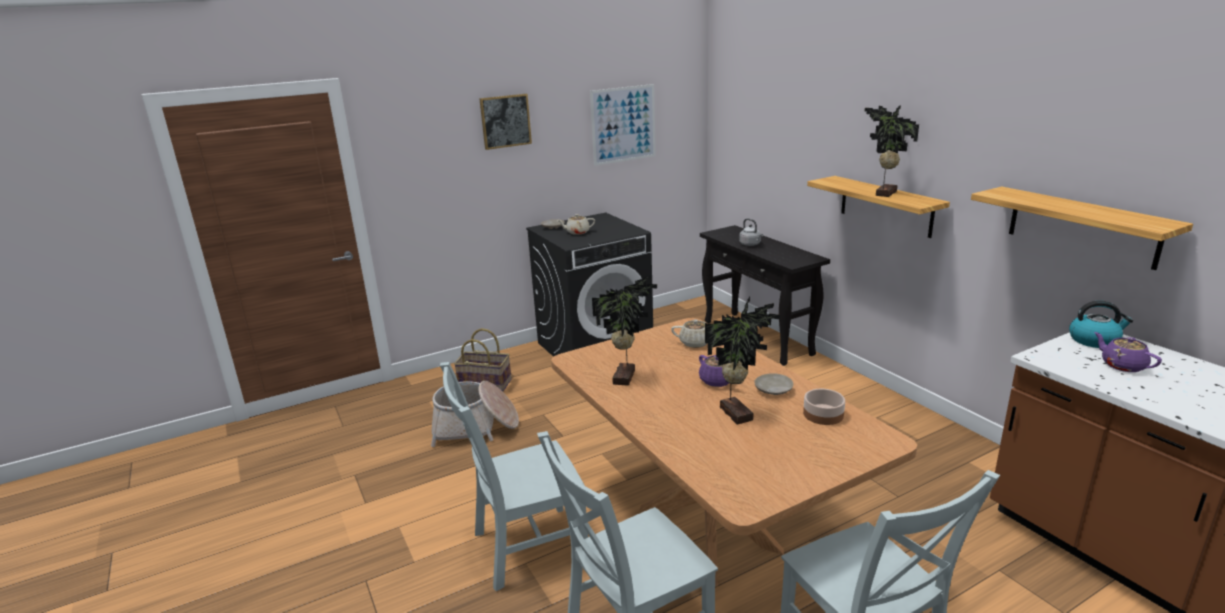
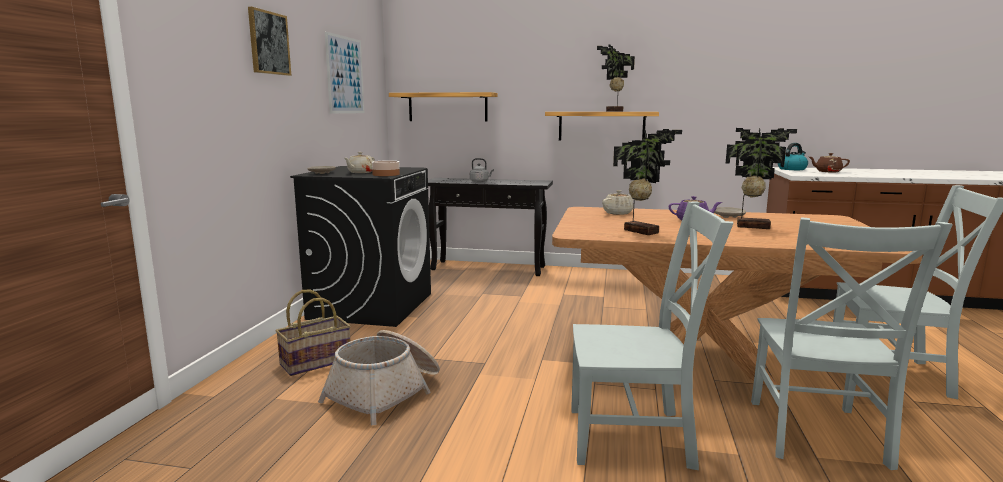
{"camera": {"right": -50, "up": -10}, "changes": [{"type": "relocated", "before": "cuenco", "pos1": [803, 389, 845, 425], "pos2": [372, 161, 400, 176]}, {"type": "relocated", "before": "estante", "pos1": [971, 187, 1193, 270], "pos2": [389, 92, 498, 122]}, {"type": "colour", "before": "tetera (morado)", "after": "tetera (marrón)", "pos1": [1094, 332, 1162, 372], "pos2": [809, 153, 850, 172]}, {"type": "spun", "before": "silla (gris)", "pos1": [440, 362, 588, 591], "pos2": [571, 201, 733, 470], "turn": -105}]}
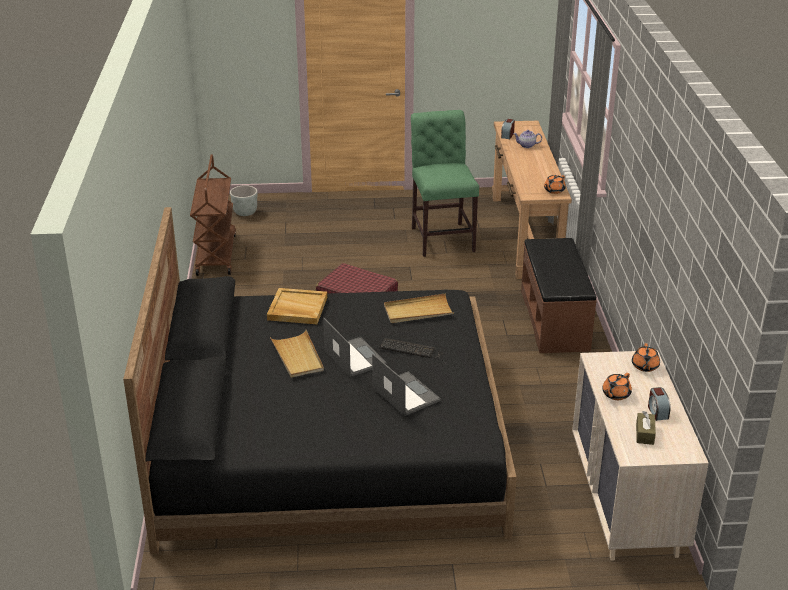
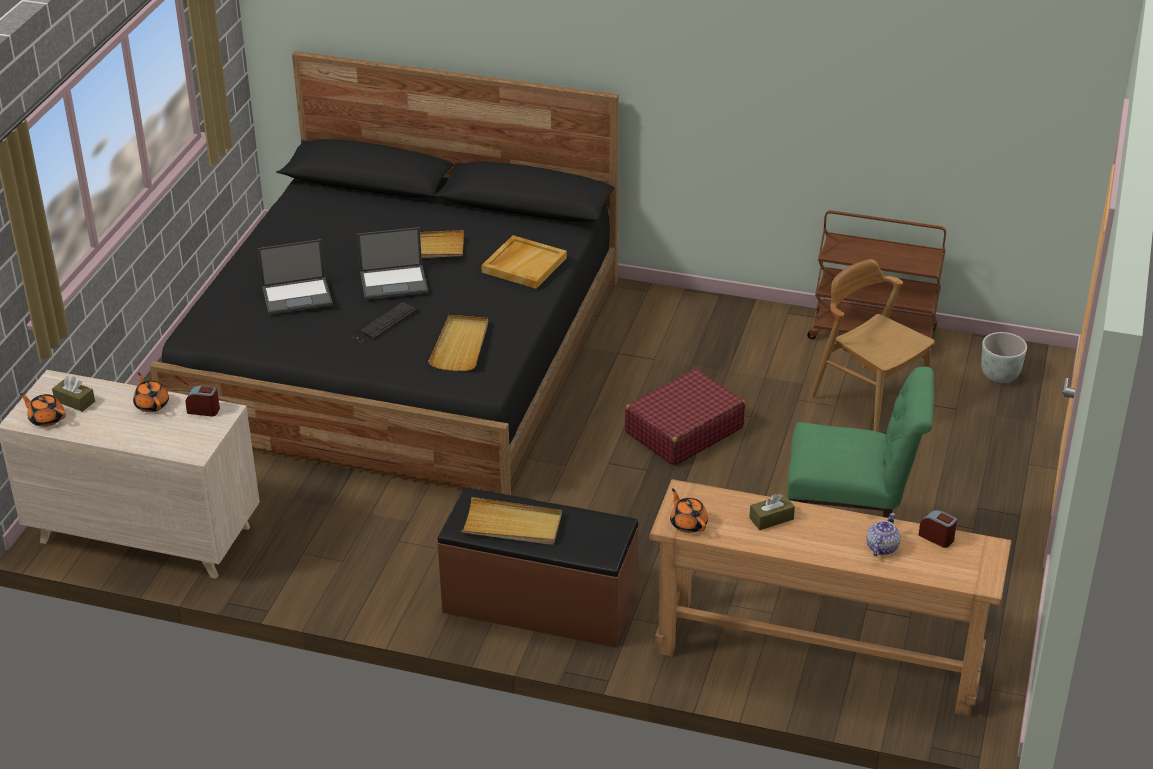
{"camera": {"right": 110, "up": 5}, "changes": [{"type": "appeared", "after": "bandeja (beis)", "pos2": [461, 497, 562, 545]}, {"type": "appeared", "after": "caja de pañuelos (marrón)", "pos2": [749, 493, 795, 530]}, {"type": "appeared", "after": "silla (marrón)", "pos2": [811, 259, 935, 432]}, {"type": "relocated", "before": "tetera (naranja)", "pos1": [632, 343, 660, 372], "pos2": [20, 393, 66, 427]}, {"type": "relocated", "before": "despertador", "pos1": [648, 387, 671, 421], "pos2": [186, 385, 220, 416]}]}
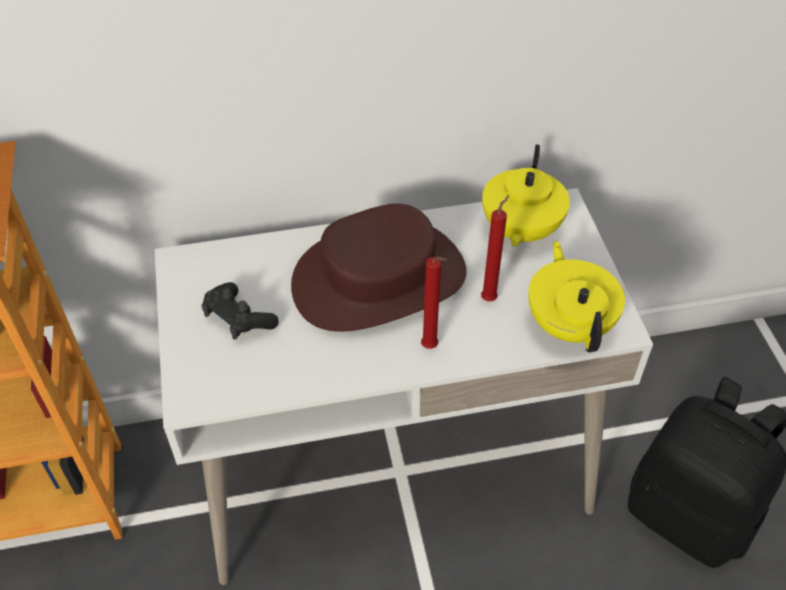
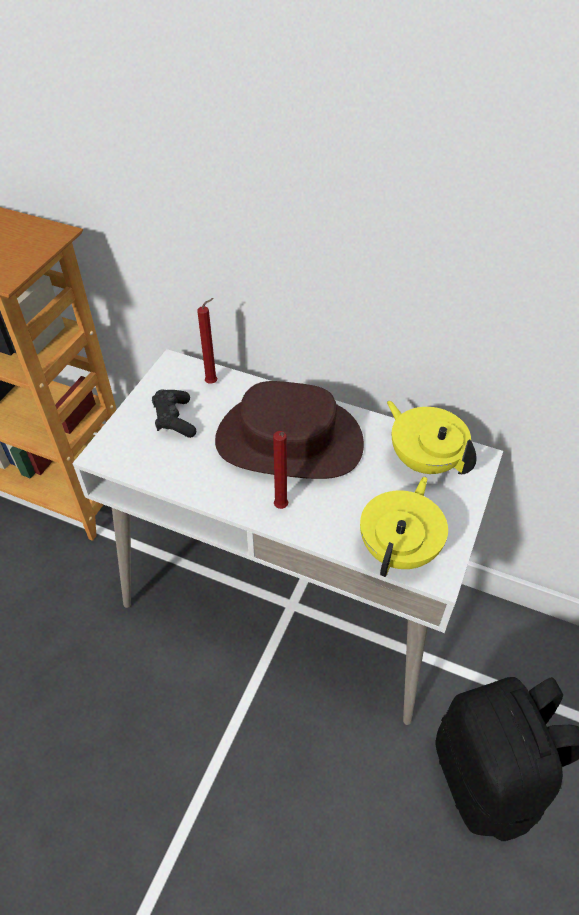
{"camera": {"right": 35, "up": 0}, "changes": [{"type": "relocated", "before": "vela (rojo)", "pos1": [481, 195, 509, 301], "pos2": [197, 298, 217, 383]}, {"type": "spun", "before": "tetera (amarillo)", "pos1": [482, 144, 570, 246], "pos2": [387, 401, 476, 474], "turn": 90}]}
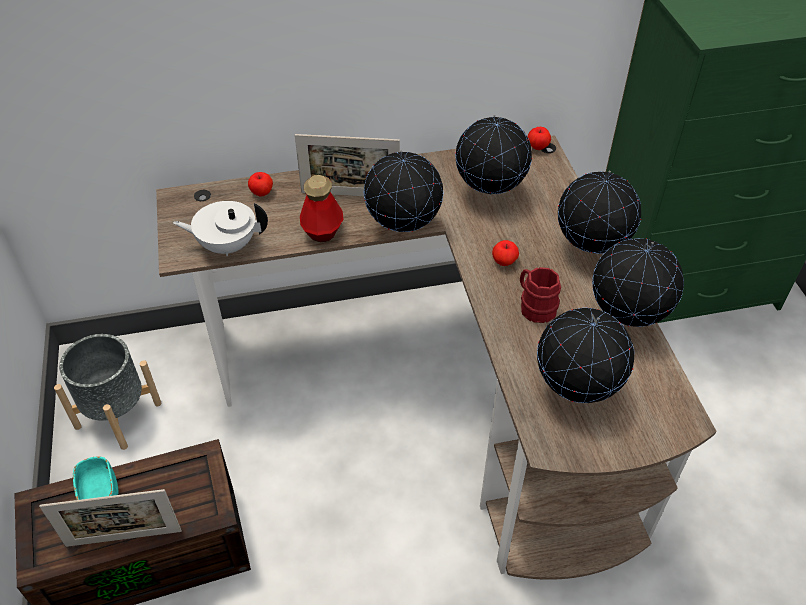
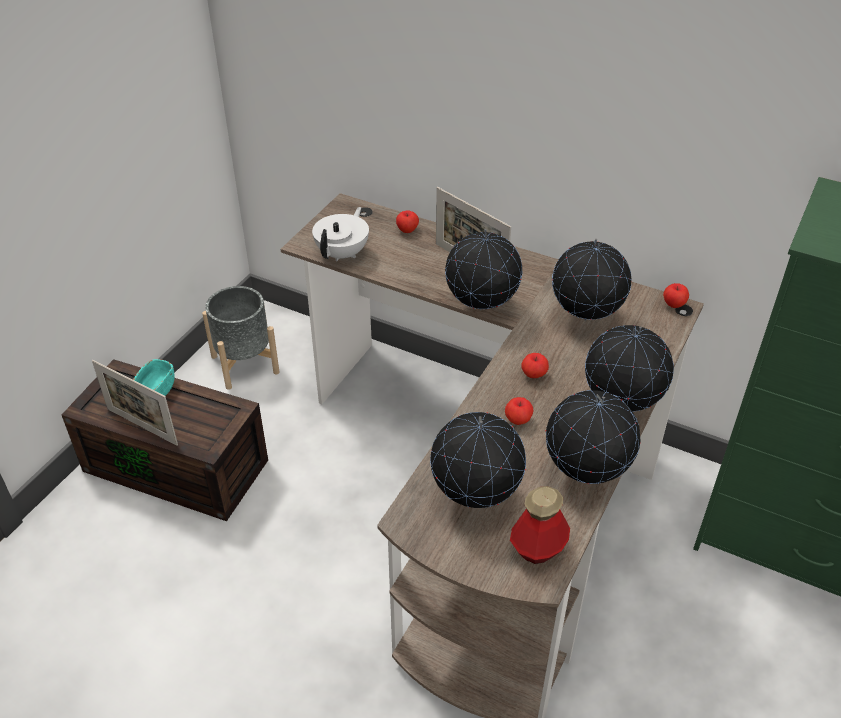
{"camera": {"right": 40, "up": -5}, "changes": [{"type": "relocated", "before": "botella", "pos1": [300, 175, 344, 242], "pos2": [510, 486, 570, 564]}, {"type": "exchanged", "before": "taza grande (rojo)", "after": "manzana", "pos1": [520, 267, 561, 323], "pos2": [505, 397, 534, 425]}, {"type": "spun", "before": "tetera (blanco)", "pos1": [173, 201, 268, 256], "pos2": [312, 207, 369, 261], "turn": 75}]}
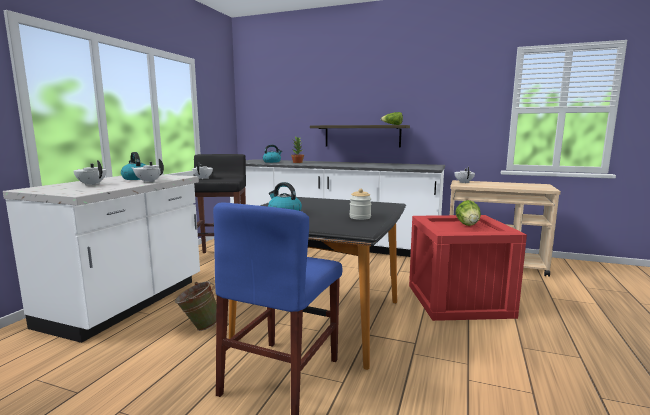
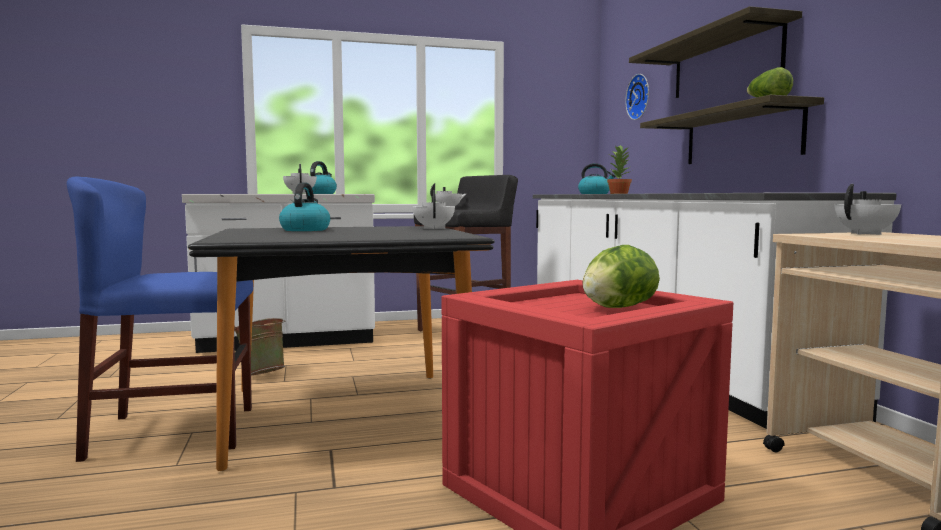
{"camera": {"right": 55, "up": -5}, "changes": [{"type": "missing", "before": "tarro", "pos1": [350, 189, 372, 220]}, {"type": "appeared", "after": "reloj de pared", "pos2": [625, 74, 649, 120]}, {"type": "appeared", "after": "estante", "pos2": [629, 6, 802, 98]}, {"type": "relocated", "before": "tetera (blanco)", "pos1": [73, 160, 107, 186], "pos2": [412, 191, 455, 229]}]}
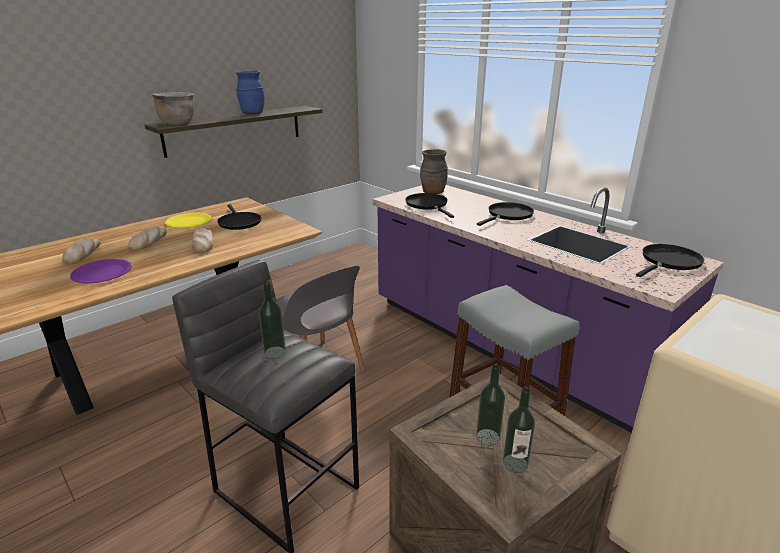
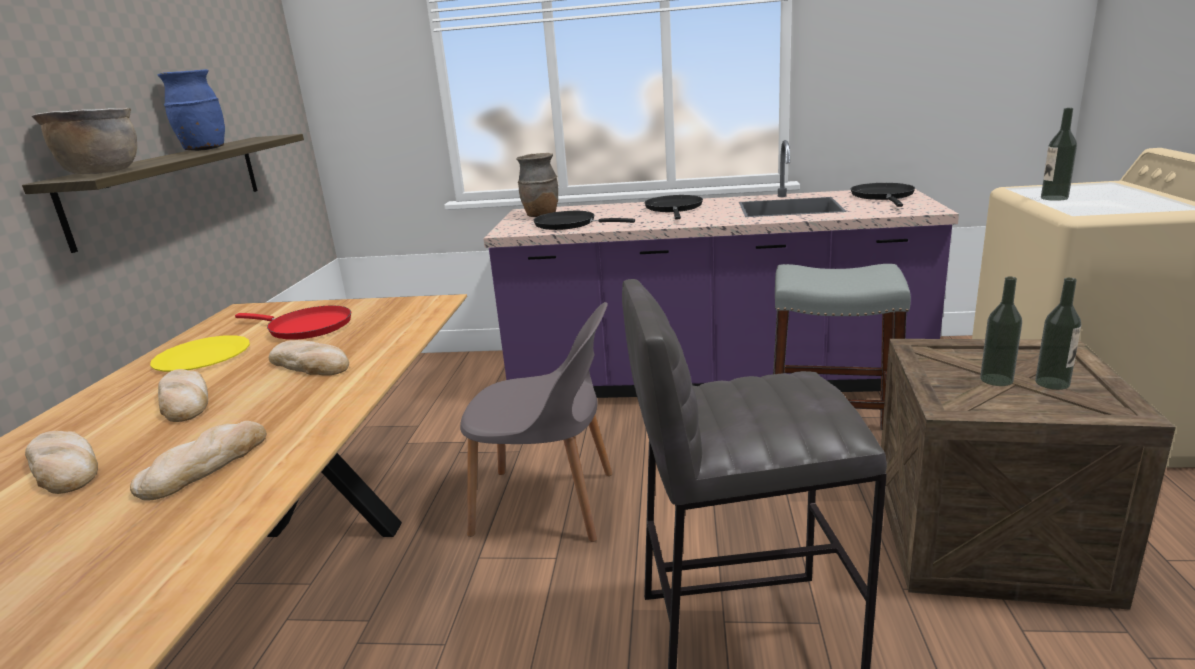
{"camera": {"right": -40, "up": -5}, "changes": [{"type": "relocated", "before": "botella", "pos1": [259, 281, 286, 359], "pos2": [1041, 108, 1077, 201]}, {"type": "exchanged", "before": "plato (morado)", "after": "pan", "pos1": [70, 259, 132, 283], "pos2": [130, 421, 267, 501]}, {"type": "colour", "before": "sartén (negro)", "after": "sartén (rojo)", "pos1": [217, 204, 261, 230], "pos2": [235, 306, 351, 340]}]}
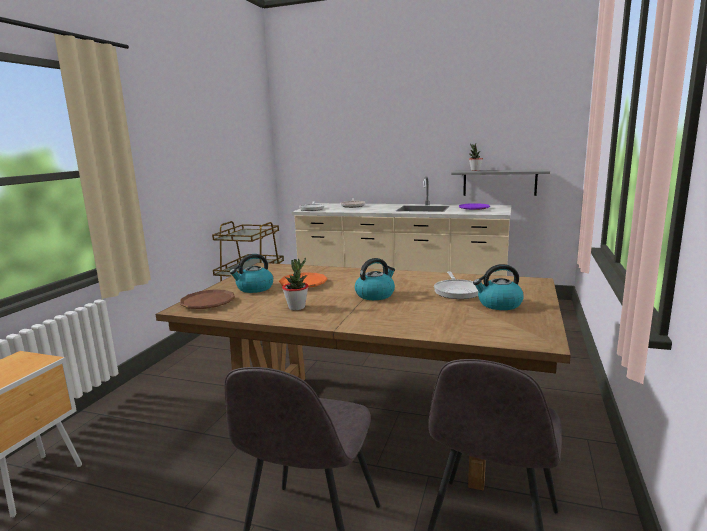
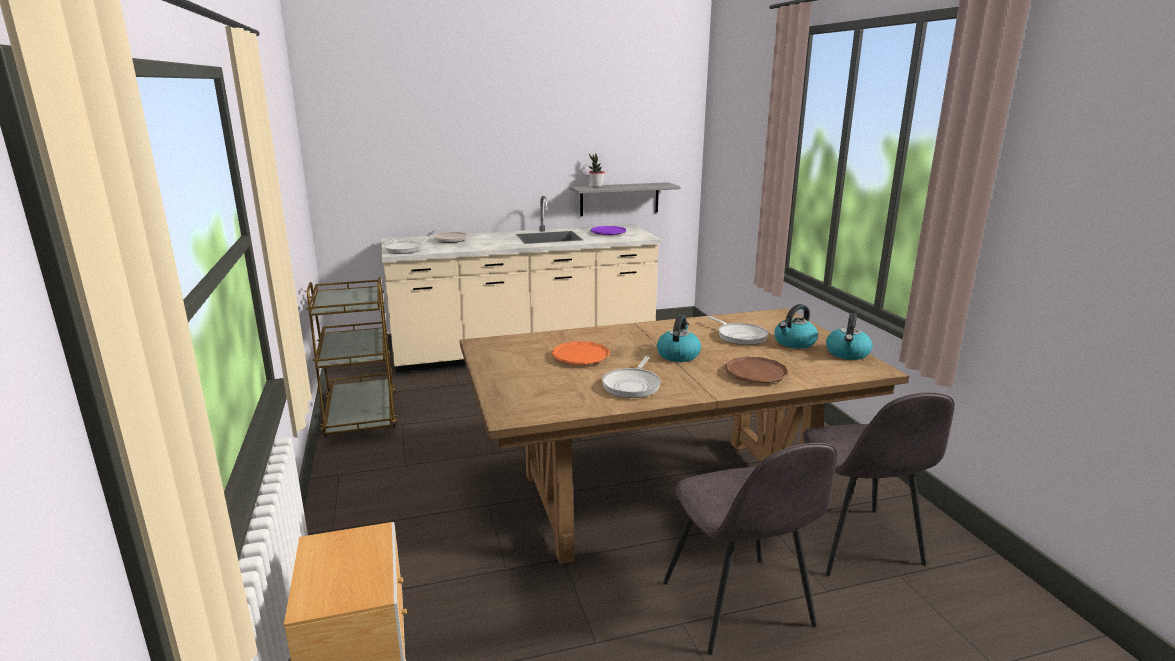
{"camera": {"right": -35, "up": 5}, "changes": [{"type": "relocated", "before": "plato (marrón)", "pos1": [180, 290, 235, 309], "pos2": [725, 357, 789, 383]}, {"type": "relocated", "before": "hervidor", "pos1": [230, 254, 273, 293], "pos2": [826, 313, 873, 360]}, {"type": "exchanged", "before": "planta en maceta", "after": "sartén", "pos1": [282, 258, 308, 310], "pos2": [602, 356, 661, 398]}]}
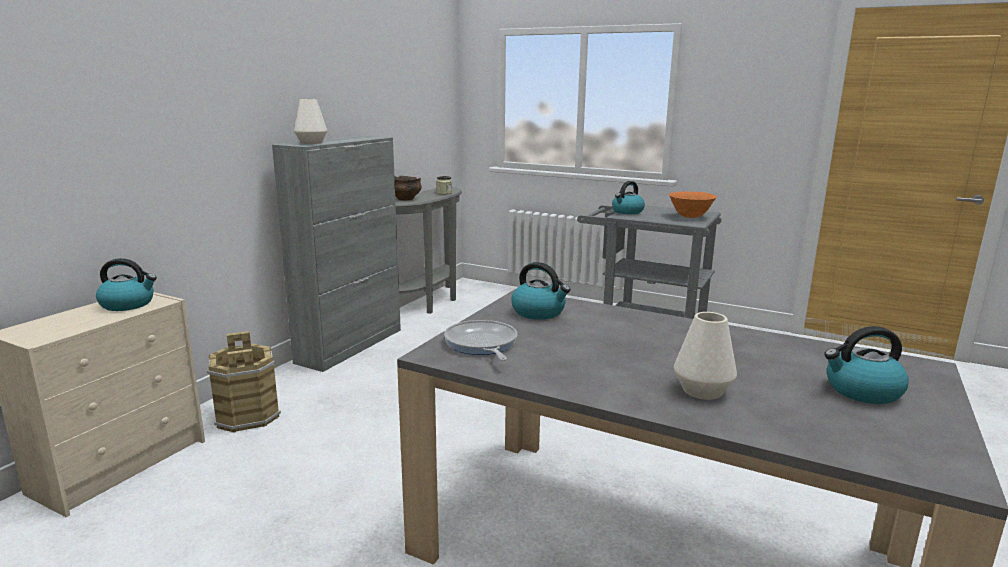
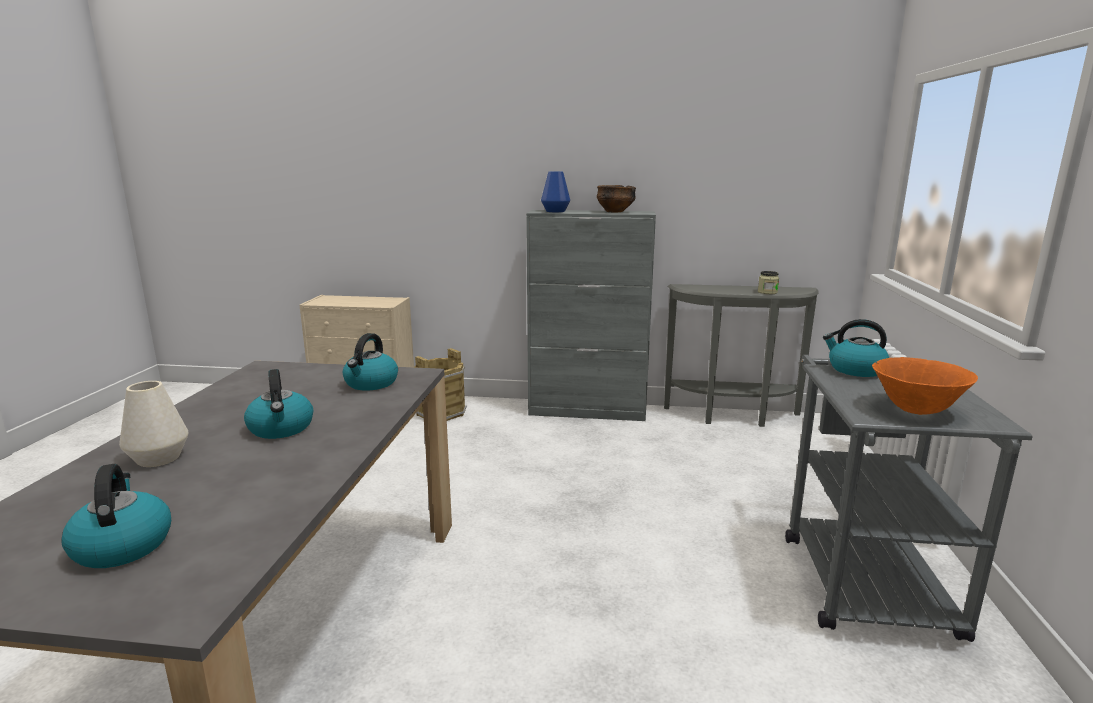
{"camera": {"right": 70, "up": 0}, "changes": [{"type": "missing", "before": "sartén", "pos1": [444, 320, 517, 361]}, {"type": "relocated", "before": "hervidor", "pos1": [96, 258, 157, 311], "pos2": [244, 369, 313, 439]}, {"type": "relocated", "before": "cuenco", "pos1": [394, 176, 422, 201], "pos2": [597, 185, 636, 212]}, {"type": "colour", "before": "florero (blanco)", "after": "florero (azul)", "pos1": [294, 99, 327, 144], "pos2": [541, 171, 570, 212]}]}
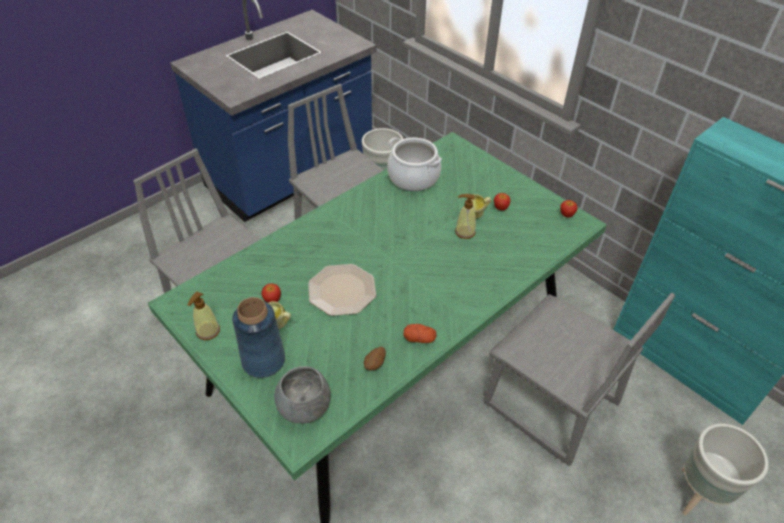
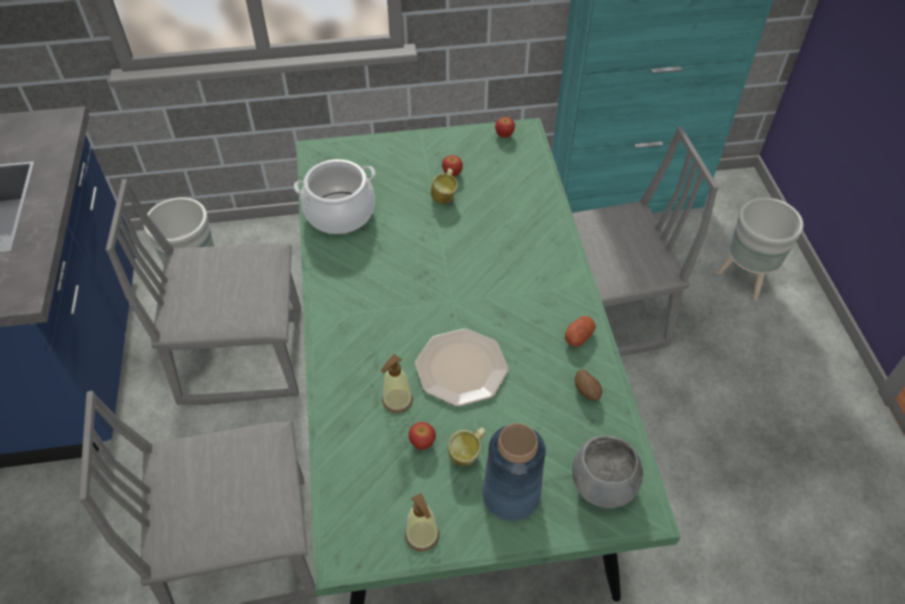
{"camera": {"right": -55, "up": 5}, "changes": [{"type": "relocated", "before": "dispensador de jabón", "pos1": [455, 194, 476, 239], "pos2": [381, 354, 413, 413]}]}
